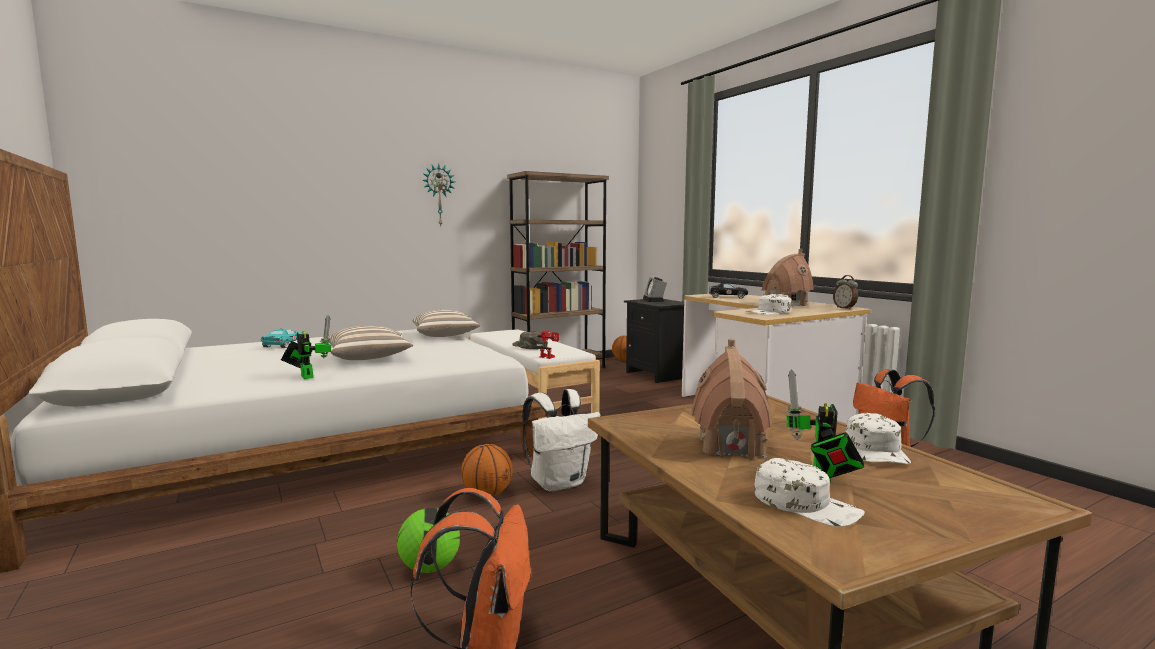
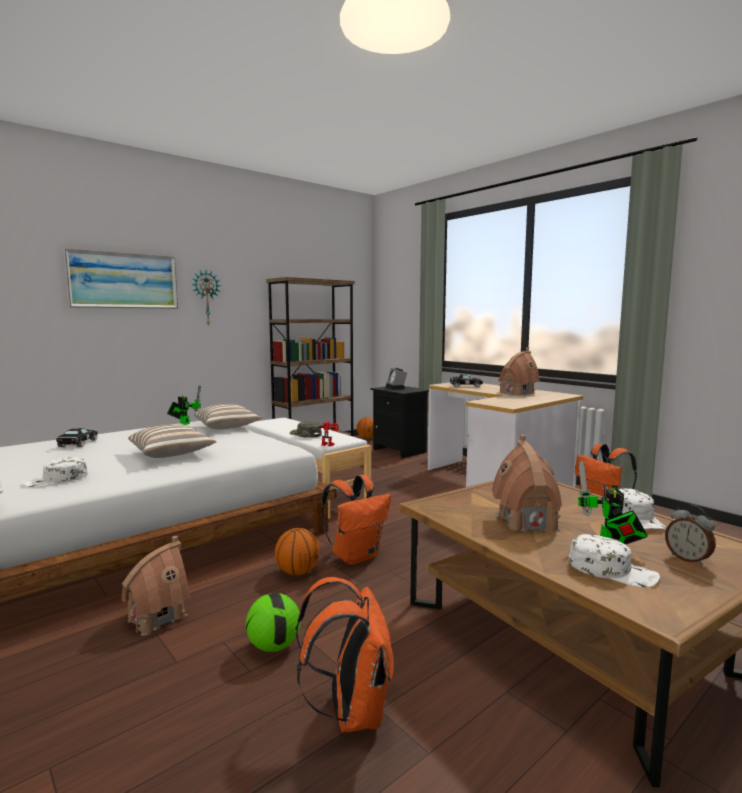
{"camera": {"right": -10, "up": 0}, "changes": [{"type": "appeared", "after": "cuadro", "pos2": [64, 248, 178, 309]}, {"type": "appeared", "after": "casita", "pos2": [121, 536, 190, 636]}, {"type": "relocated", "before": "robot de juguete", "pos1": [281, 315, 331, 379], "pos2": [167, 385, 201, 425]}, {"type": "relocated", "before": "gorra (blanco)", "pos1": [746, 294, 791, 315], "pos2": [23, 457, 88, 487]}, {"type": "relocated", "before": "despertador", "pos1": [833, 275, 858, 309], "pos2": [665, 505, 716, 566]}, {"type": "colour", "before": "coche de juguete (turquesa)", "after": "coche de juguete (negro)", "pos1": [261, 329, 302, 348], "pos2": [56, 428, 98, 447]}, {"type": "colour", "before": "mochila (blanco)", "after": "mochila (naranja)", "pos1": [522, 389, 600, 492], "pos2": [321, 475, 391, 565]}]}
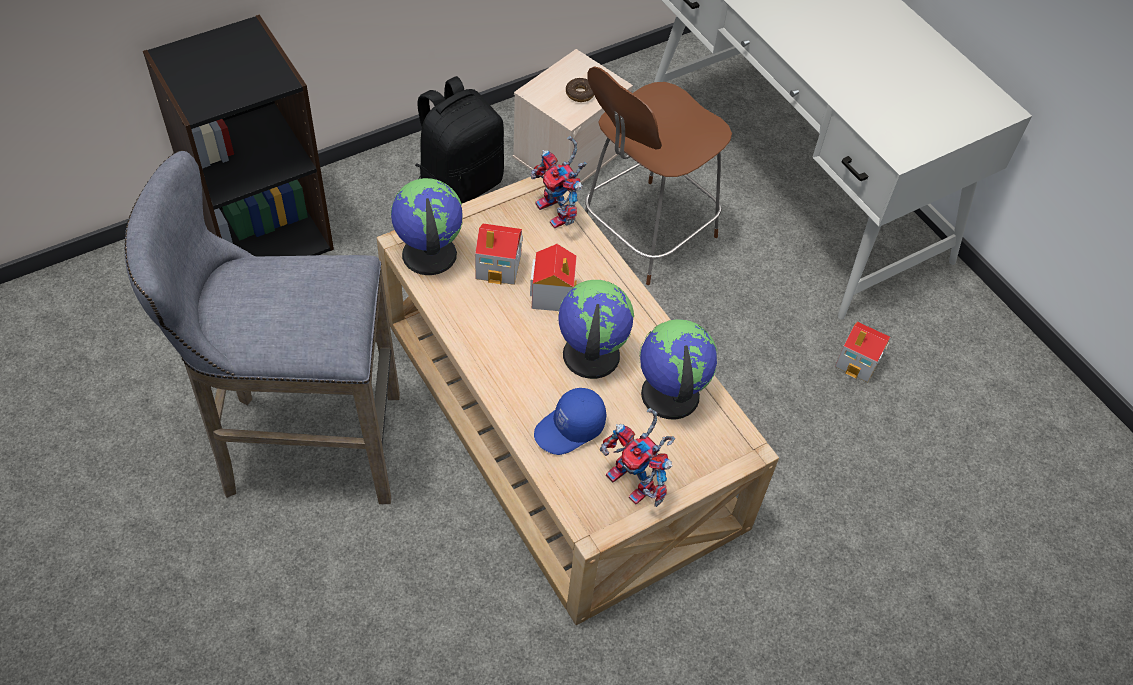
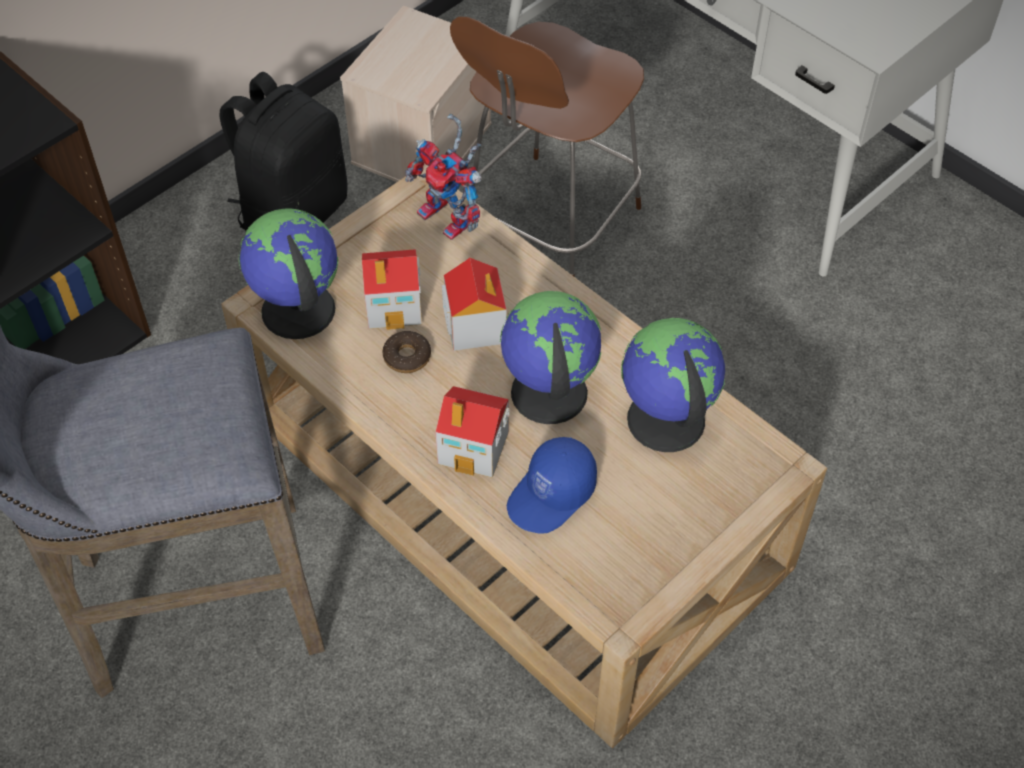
{"camera": {"right": -10, "up": 0}, "changes": [{"type": "missing", "before": "robot de juguete", "pos1": [600, 408, 675, 507]}, {"type": "relocated", "before": "rosquilla", "pos1": [566, 78, 594, 102], "pos2": [383, 331, 431, 373]}, {"type": "relocated", "before": "casita", "pos1": [835, 322, 890, 382], "pos2": [435, 386, 509, 478]}]}
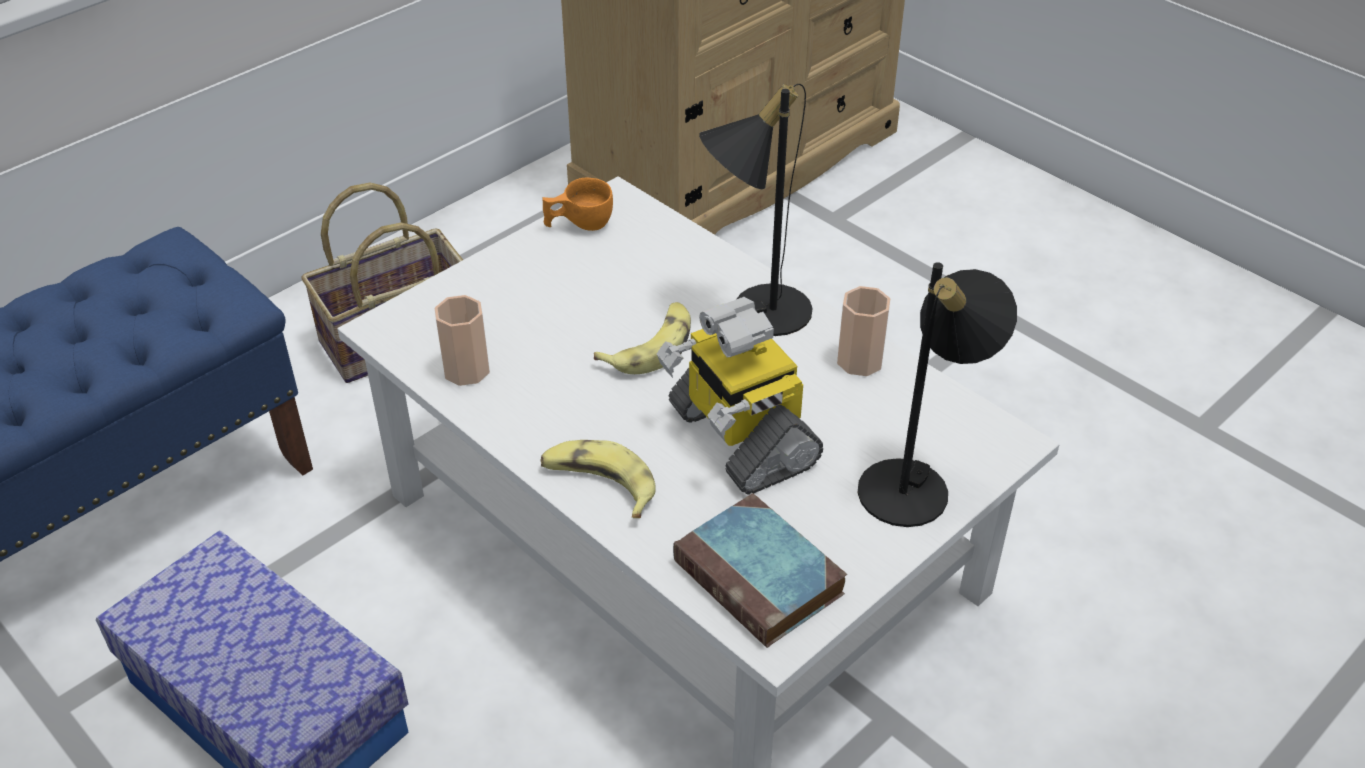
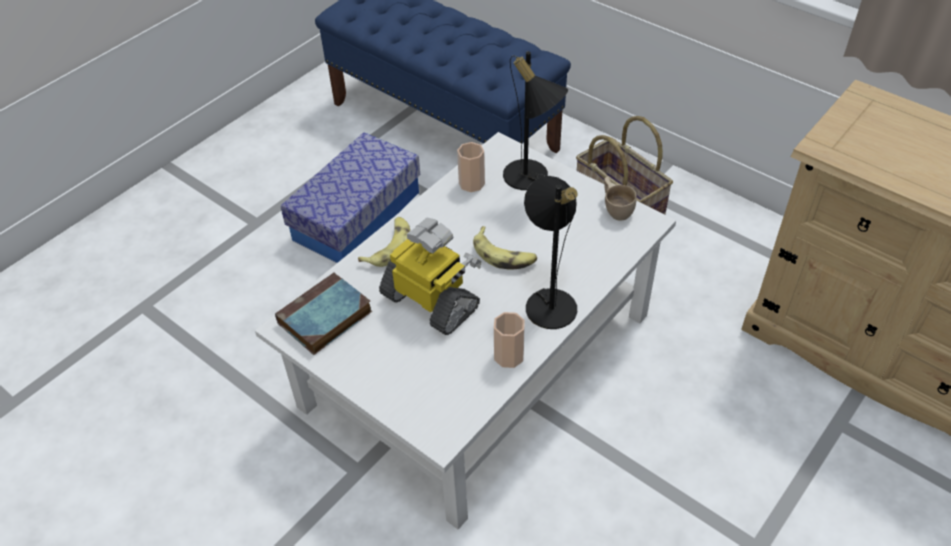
{"camera": {"right": 85, "up": 5}, "changes": [{"type": "relocated", "before": "lámpara de mesa (negro)", "pos1": [857, 262, 1017, 527], "pos2": [503, 51, 568, 190]}, {"type": "colour", "before": "taza (naranja)", "after": "taza (beis)", "pos1": [542, 178, 613, 231], "pos2": [604, 176, 636, 221]}, {"type": "spun", "before": "robot de juguete", "pos1": [657, 297, 823, 495], "pos2": [379, 218, 481, 335], "turn": 75}]}
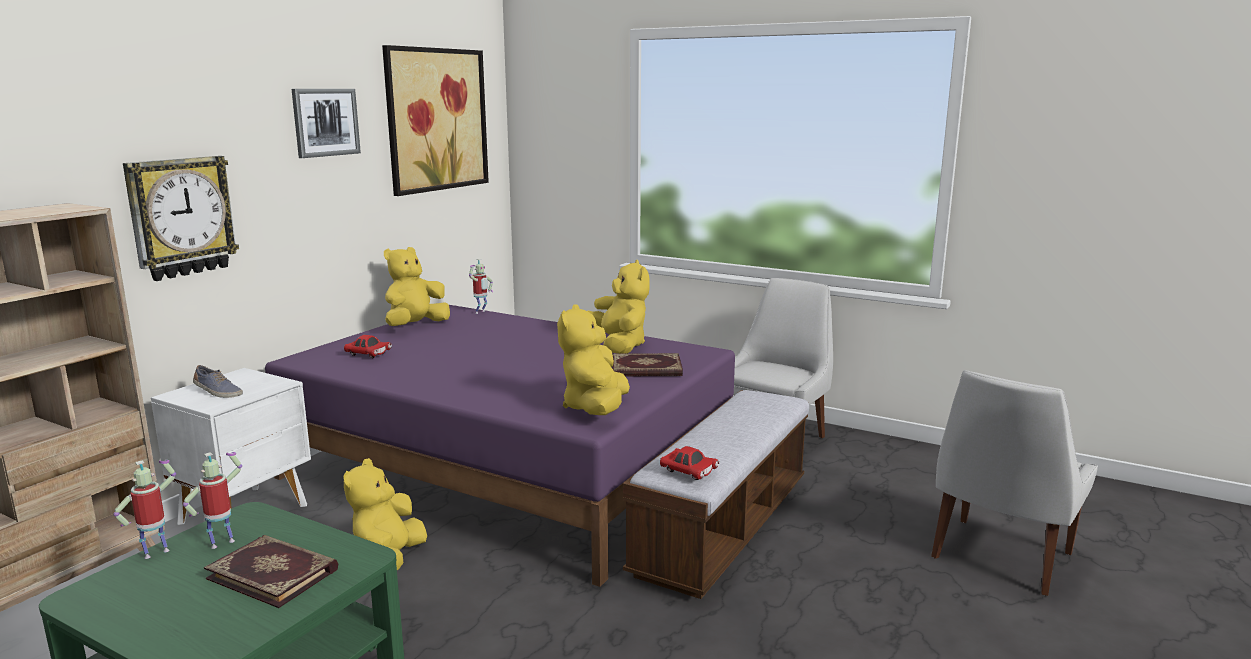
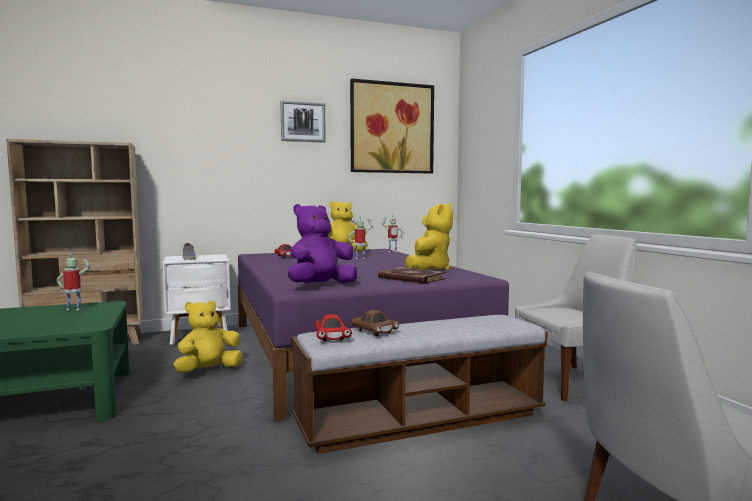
{"camera": {"right": 40, "up": -10}, "changes": [{"type": "missing", "before": "reloj de pared", "pos1": [123, 156, 239, 281]}, {"type": "missing", "before": "libro", "pos1": [204, 535, 338, 608]}, {"type": "appeared", "after": "coche de juguete (marrón)", "pos2": [351, 310, 399, 336]}, {"type": "relocated", "before": "robot de juguete", "pos1": [114, 460, 176, 559], "pos2": [348, 217, 373, 259]}, {"type": "colour", "before": "peluche (amarillo)", "after": "peluche (morado)", "pos1": [557, 304, 630, 415], "pos2": [288, 204, 357, 284]}]}
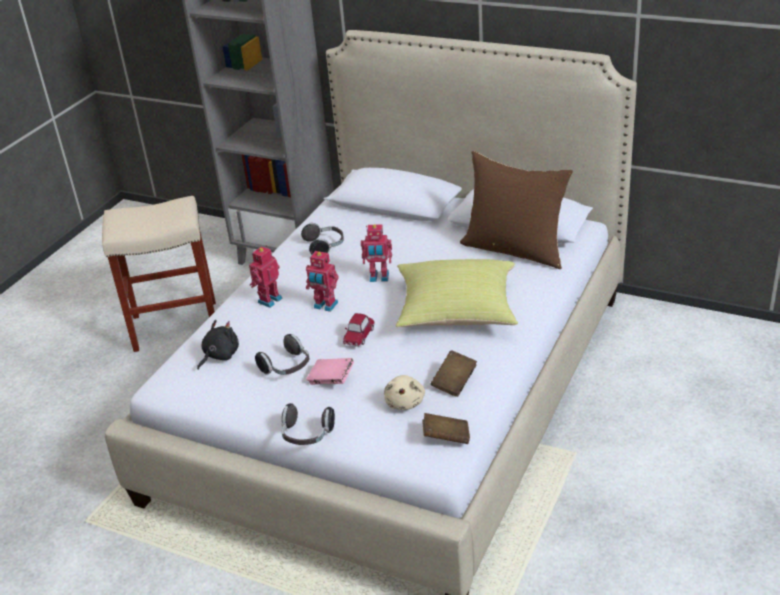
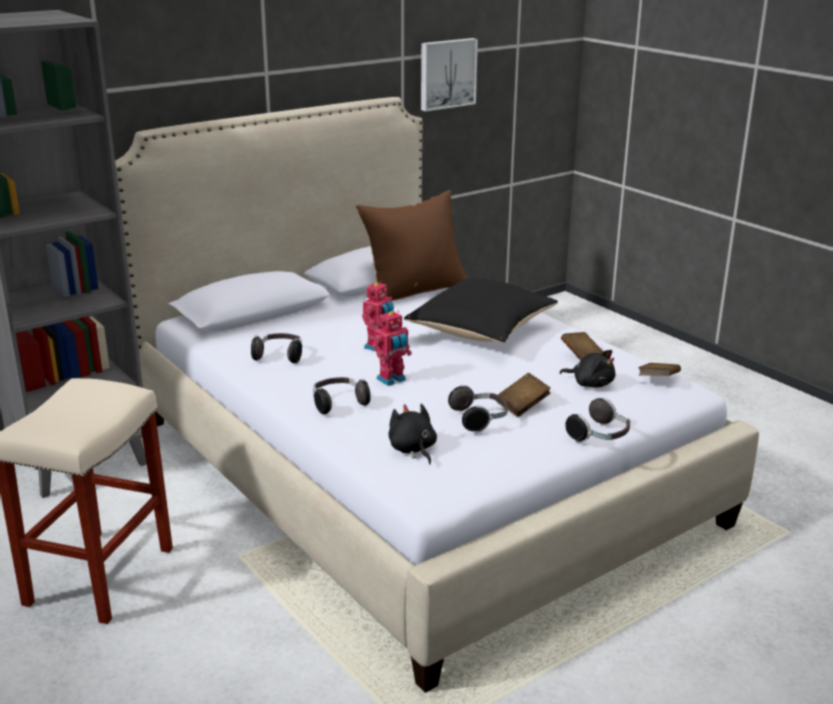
{"camera": {"right": -65, "up": -10}, "changes": [{"type": "missing", "before": "coche de juguete", "pos1": [343, 313, 375, 347]}, {"type": "appeared", "after": "cuadro", "pos2": [421, 38, 478, 111]}, {"type": "exchanged", "before": "robot de juguete", "after": "auriculares", "pos1": [249, 245, 283, 308], "pos2": [313, 377, 370, 414]}, {"type": "colour", "before": "libro (rosa)", "after": "libro (marrón)", "pos1": [306, 358, 354, 385], "pos2": [495, 373, 551, 417]}, {"type": "colour", "before": "peluche (beis)", "after": "peluche (negro)", "pos1": [384, 375, 425, 410], "pos2": [560, 350, 615, 388]}, {"type": "colour", "before": "cojín (amarillo)", "after": "cojín (negro)", "pos1": [396, 259, 518, 327], "pos2": [404, 278, 558, 343]}]}
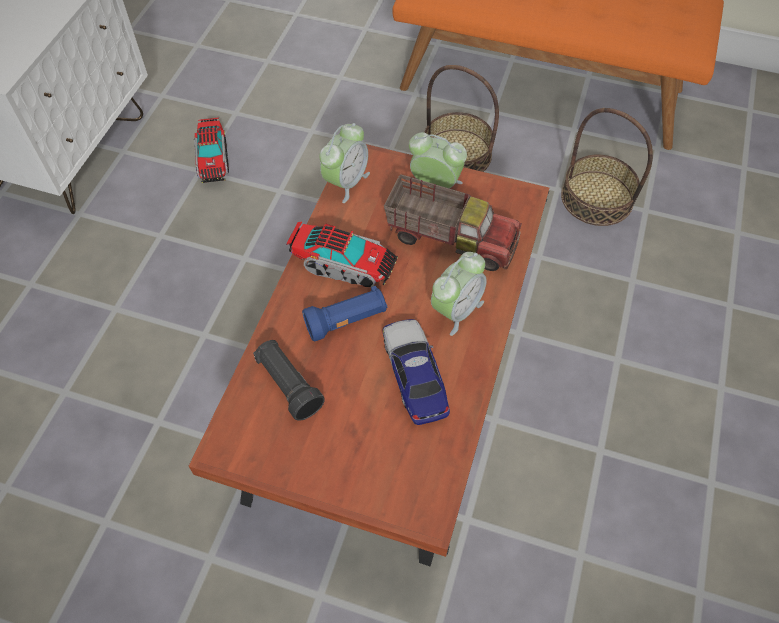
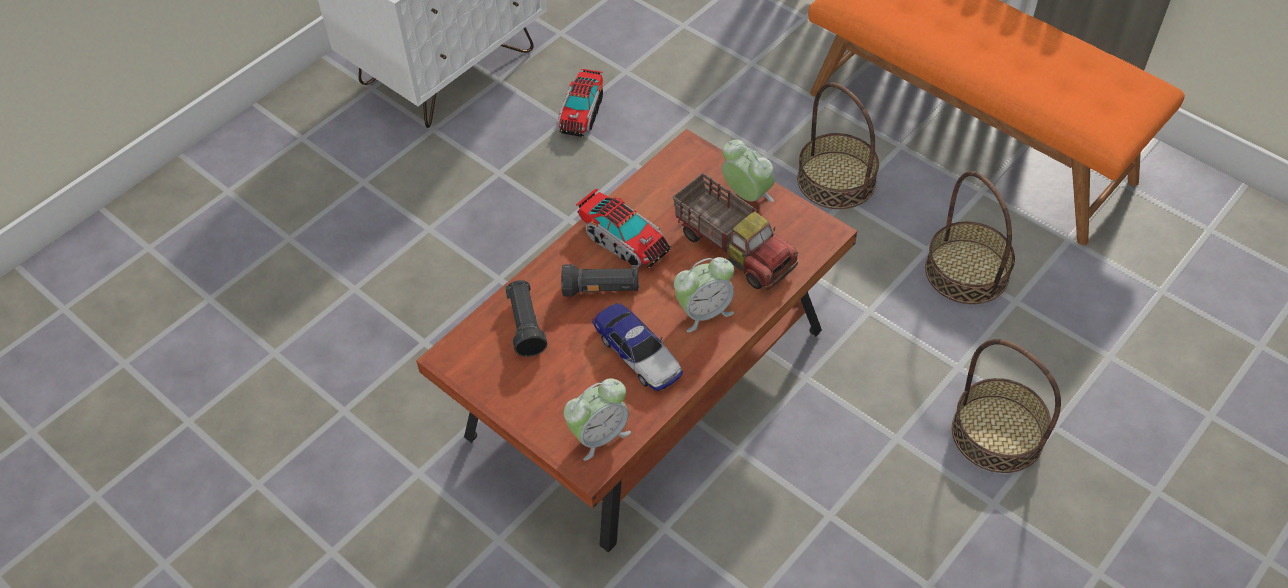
{"camera": {"right": 25, "up": -5}, "changes": [{"type": "appeared", "after": "cesta", "pos2": [952, 339, 1061, 473]}, {"type": "relocated", "before": "despertador", "pos1": [319, 123, 370, 203], "pos2": [564, 378, 631, 461]}, {"type": "colour", "before": "linterna (azul)", "after": "linterna (negro)", "pos1": [302, 286, 387, 341], "pos2": [561, 264, 639, 297]}, {"type": "spun", "before": "coche de juguete", "pos1": [383, 319, 450, 425], "pos2": [592, 303, 683, 391], "turn": 135}]}
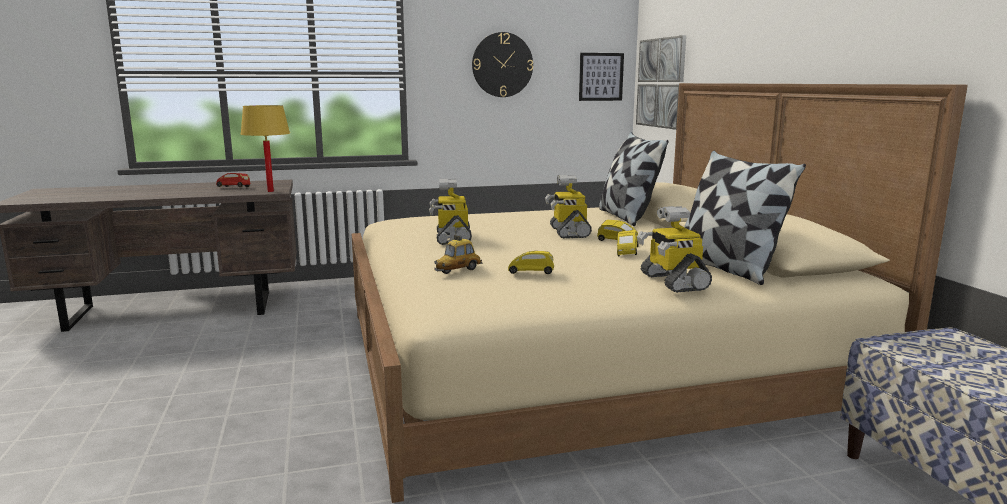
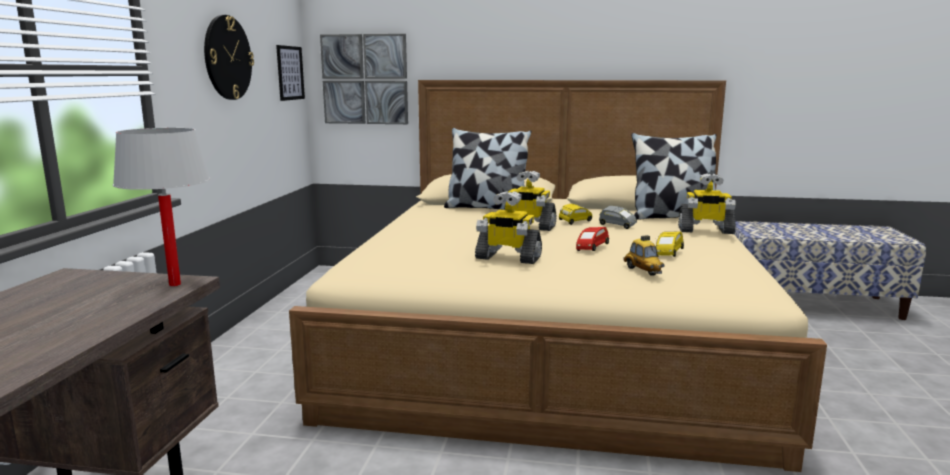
{"camera": {"right": -65, "up": 0}, "changes": [{"type": "relocated", "before": "coche de juguete (rojo)", "pos1": [216, 173, 250, 187], "pos2": [576, 227, 609, 251]}, {"type": "colour", "before": "lámpara de mesa (amarillo)", "after": "lámpara de mesa (blanco)", "pos1": [240, 105, 290, 192], "pos2": [113, 128, 210, 286]}, {"type": "colour", "before": "coche de juguete (amarillo)", "after": "coche de juguete (gris)", "pos1": [617, 230, 639, 256], "pos2": [599, 206, 637, 229]}]}
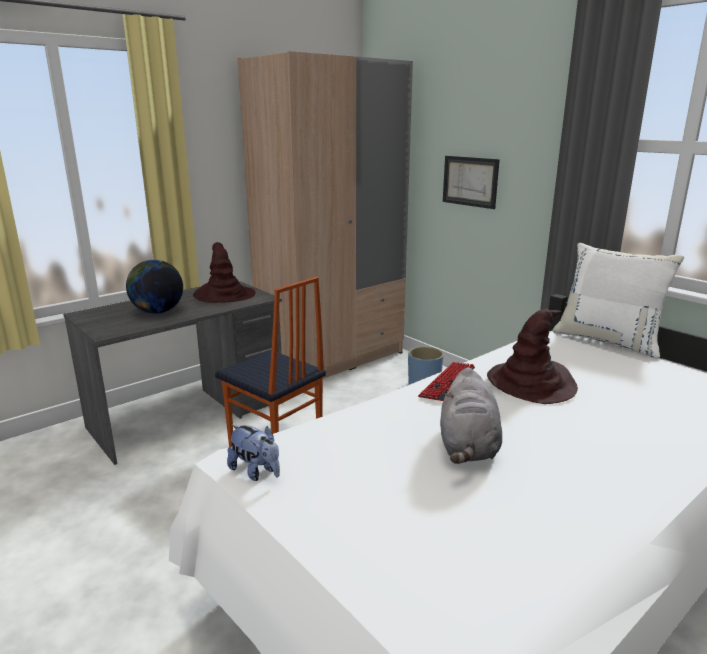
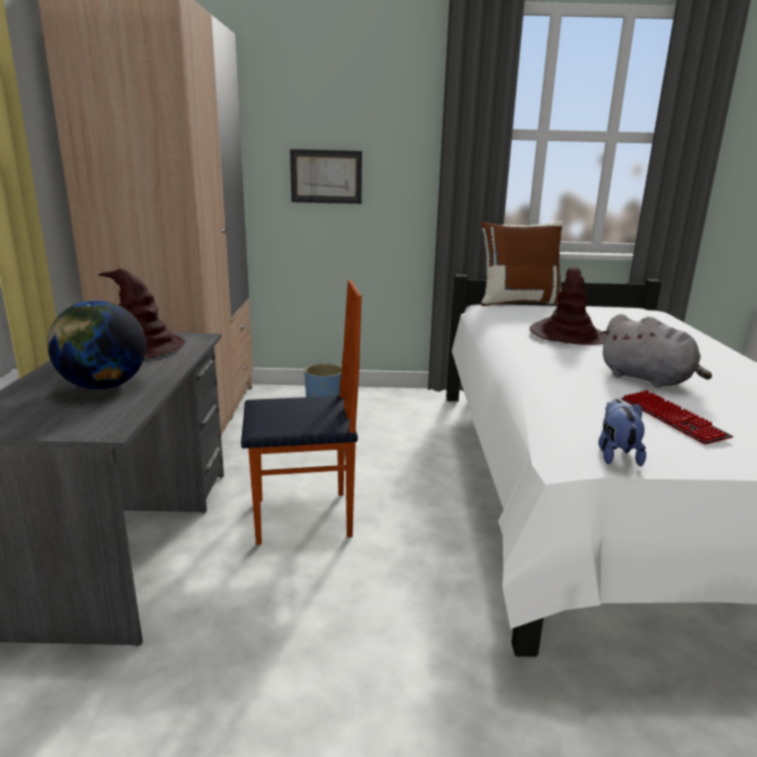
{"camera": {"right": -50, "up": 0}, "changes": [{"type": "relocated", "before": "teclado", "pos1": [418, 362, 475, 401], "pos2": [621, 390, 733, 445]}, {"type": "colour", "before": "cojín (blanco)", "after": "cojín (marrón)", "pos1": [552, 243, 684, 359], "pos2": [481, 221, 563, 306]}, {"type": "spun", "before": "peluche", "pos1": [227, 425, 280, 481], "pos2": [598, 399, 646, 466], "turn": -75}]}
